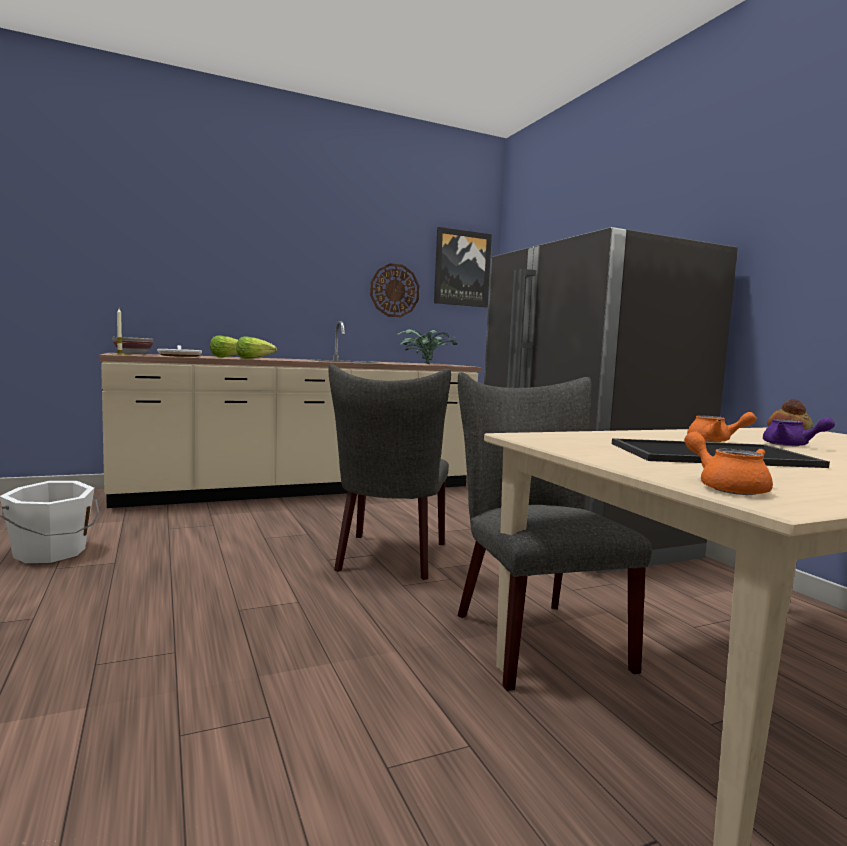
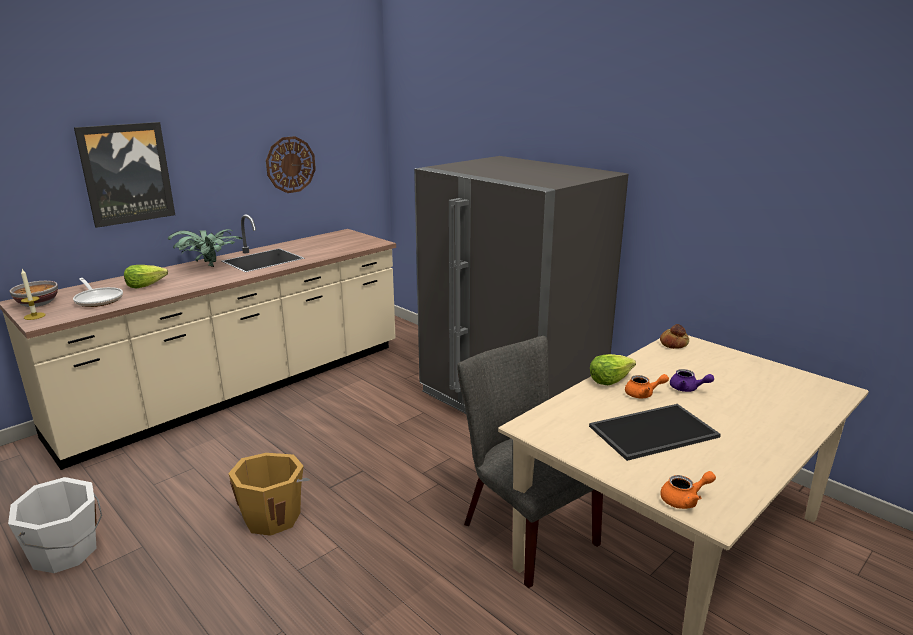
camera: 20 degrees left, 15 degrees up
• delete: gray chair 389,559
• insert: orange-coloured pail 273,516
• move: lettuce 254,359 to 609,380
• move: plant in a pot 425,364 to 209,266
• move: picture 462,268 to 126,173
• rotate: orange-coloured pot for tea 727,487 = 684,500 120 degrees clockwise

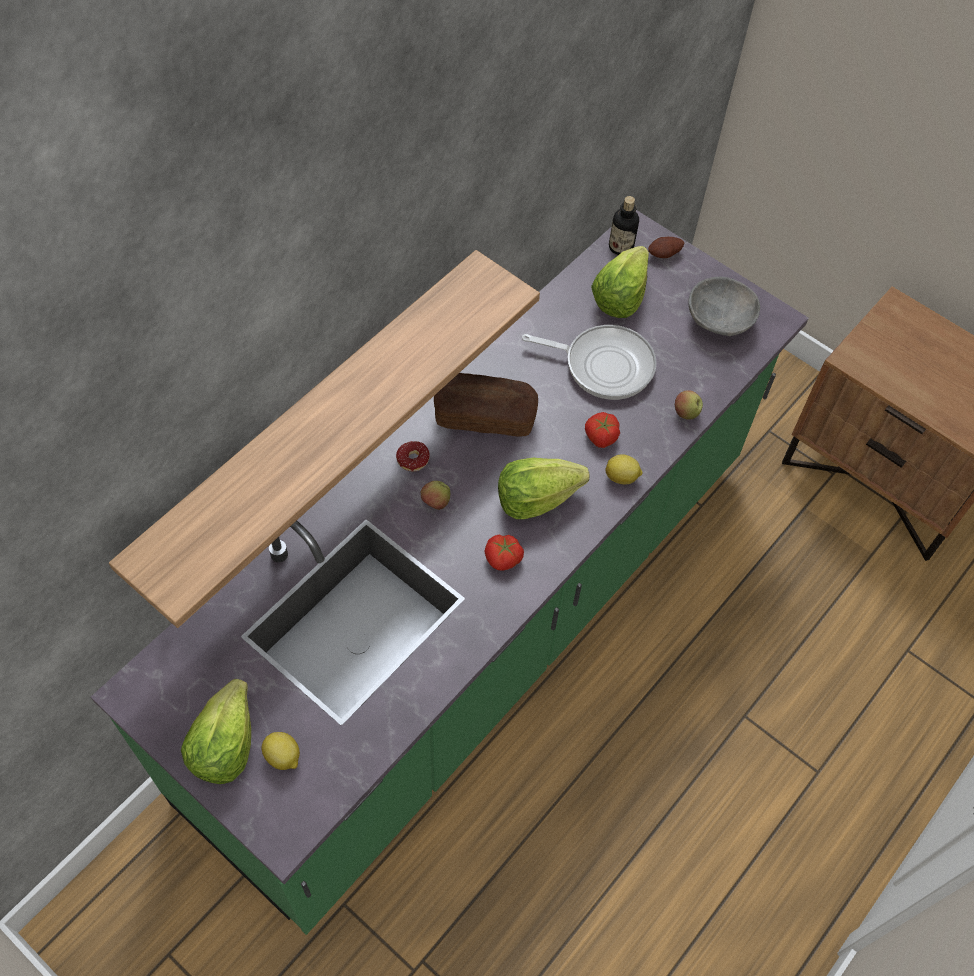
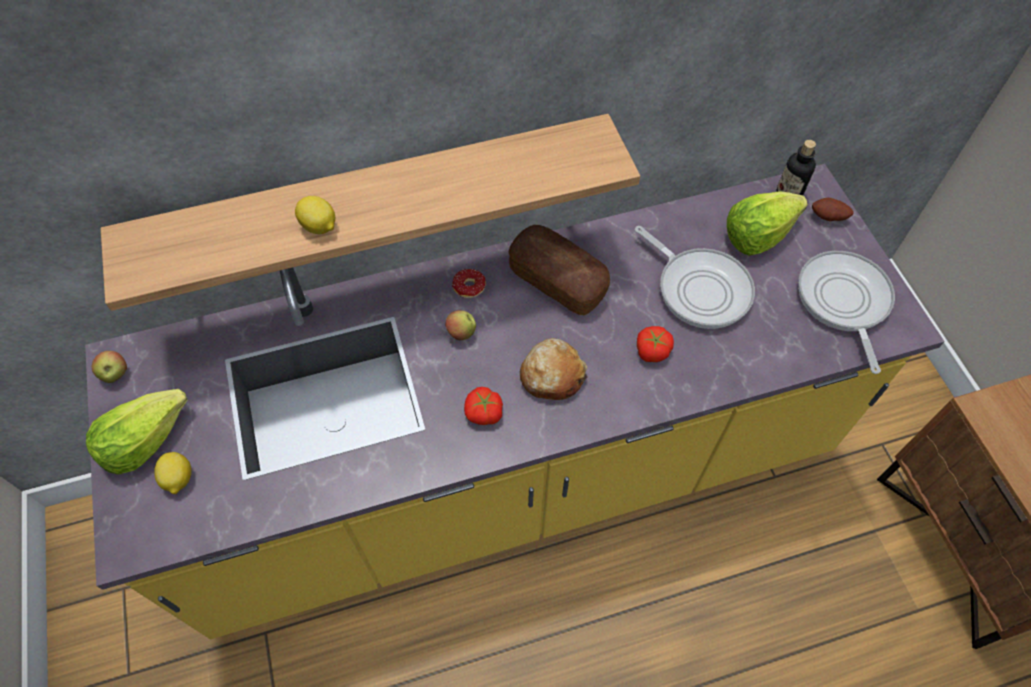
camera: 35 degrees right, 0 degrees up
• move: lemon 622,477 to 319,227
• move: whole apple 686,413 to 115,374
• replace: lettuce 536,498 to bakery bread 552,375
• replace: gray serving bowl 719,321 to skillet 843,302
• recolor: green-coloured kitchen base unit 478,627 to yellowish kitchen base unit 515,473

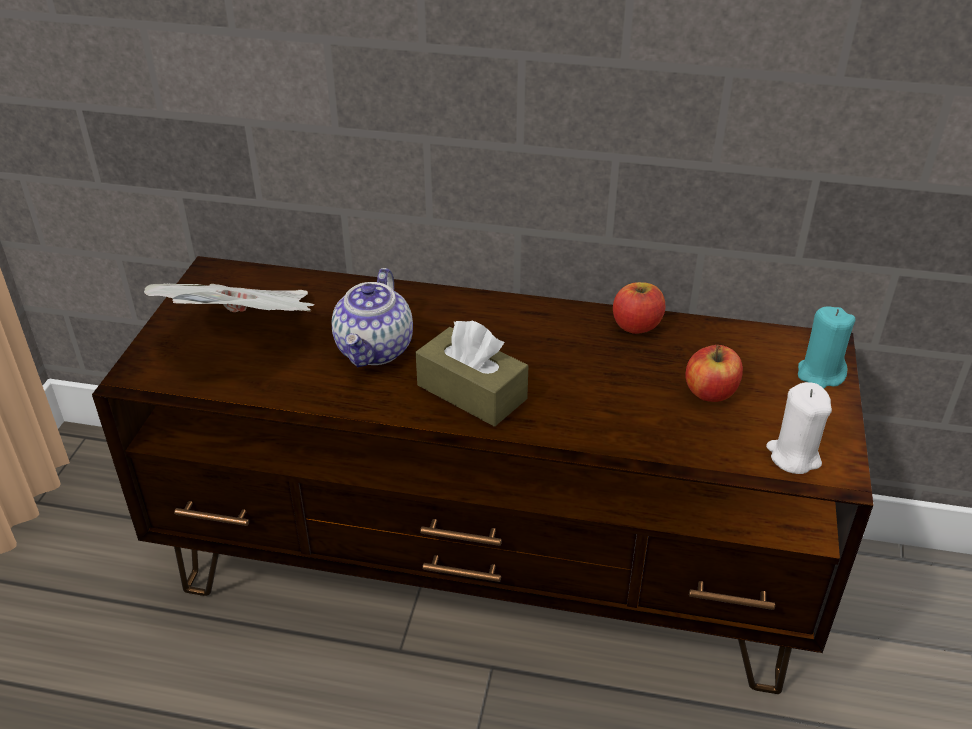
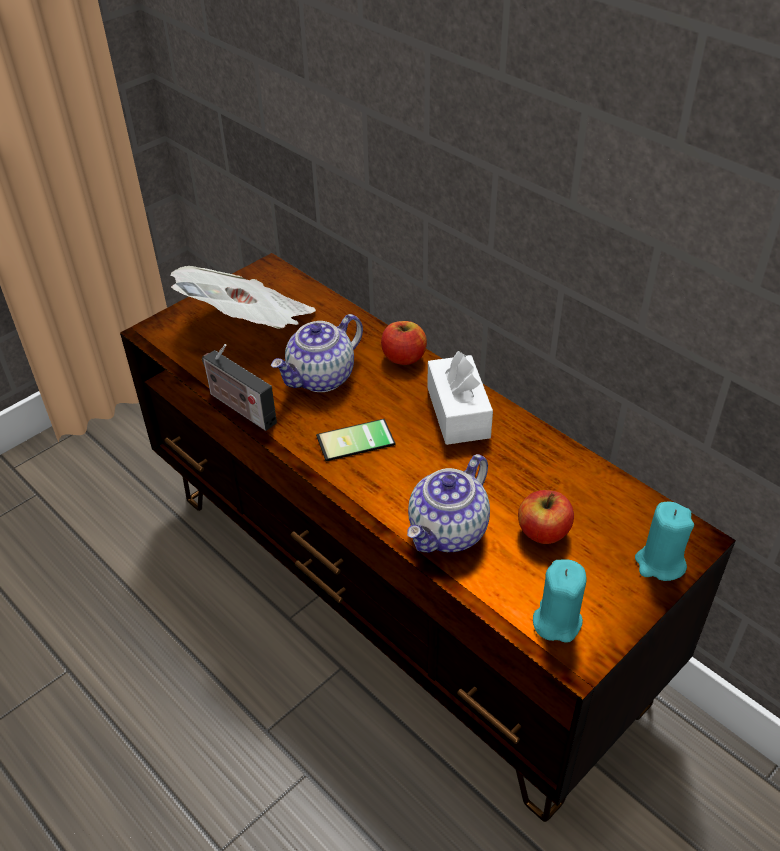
camera: 35 degrees right, 5 degrees up
• insert: radio 239,407
• insert: pot for tea 448,532
• insert: whitish tissue box 458,412
• move: whole apple 636,325 to 404,357
• replace: brownish tissue box 471,392 to handset 356,443
• recolor: whitish candle 793,456 to turquoise candle 556,621

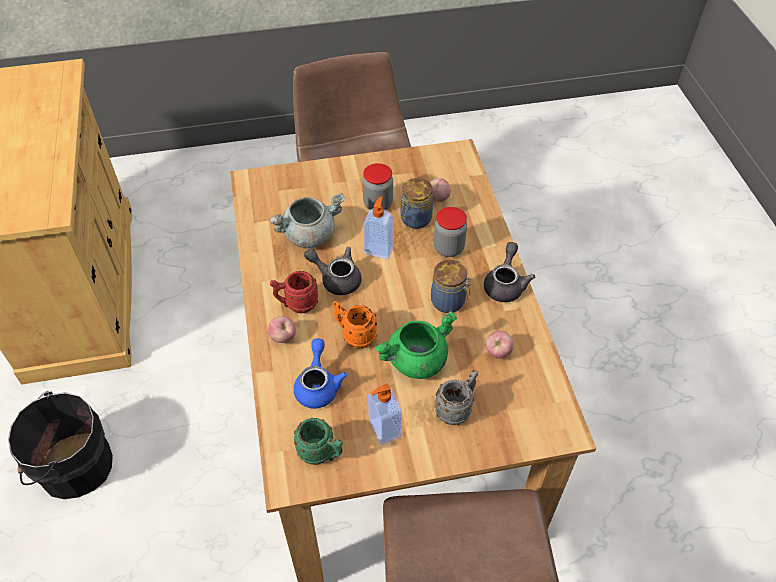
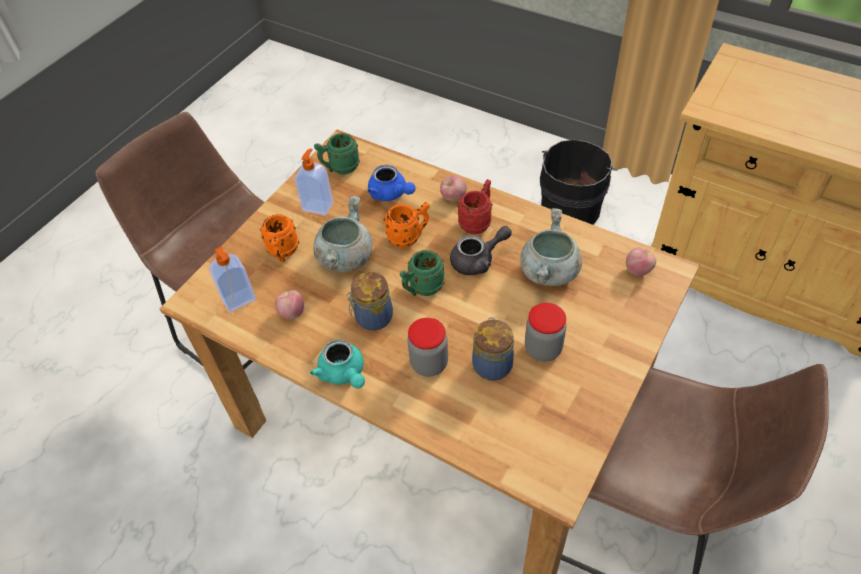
camera: 135 degrees right, 0 degrees up
• insert: green-coloured coffee mug 422,289
• move: soap dispenser 379,249 to 239,300
• move: whole apple 437,198 to 638,270
• recolor: green-coloured saucepot 416,361 to gray saucepot 345,258
• recolor: gray coffee mug 457,409 to orange-coloured coffee mug 283,253
• recolor: gray pot for tea 505,284 to turquoise pot for tea 343,374

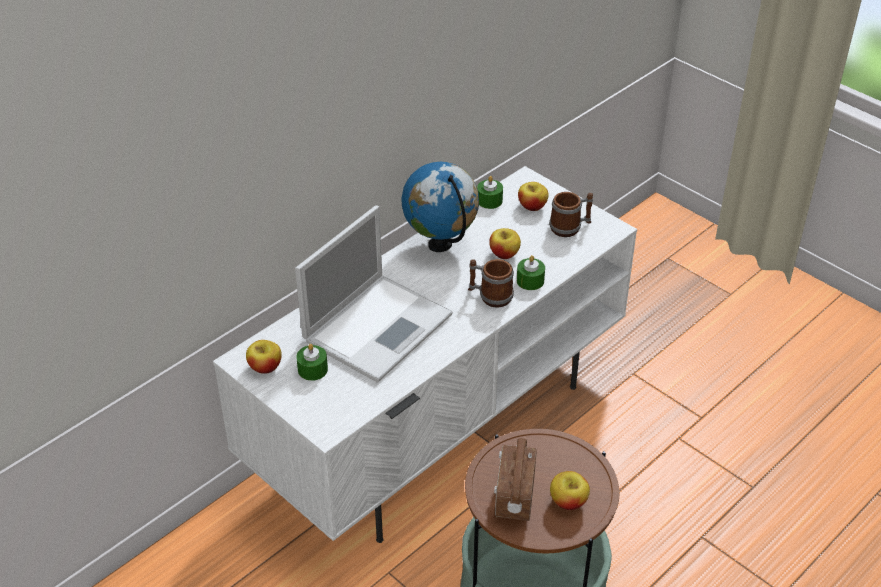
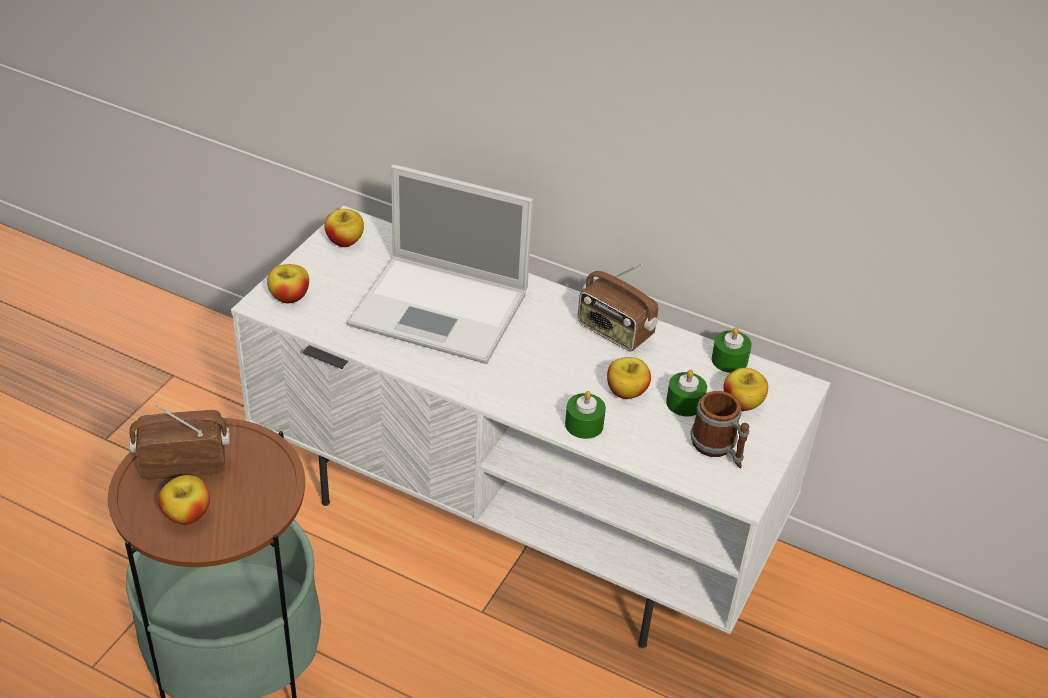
camera: 70 degrees right, 0 degrees up
• delete: coffee mug 490,296
• insert: whole apple 289,297
• move: green-coloured candle 312,369 to 684,403
• replace: desk globe 440,244 to radio 614,332

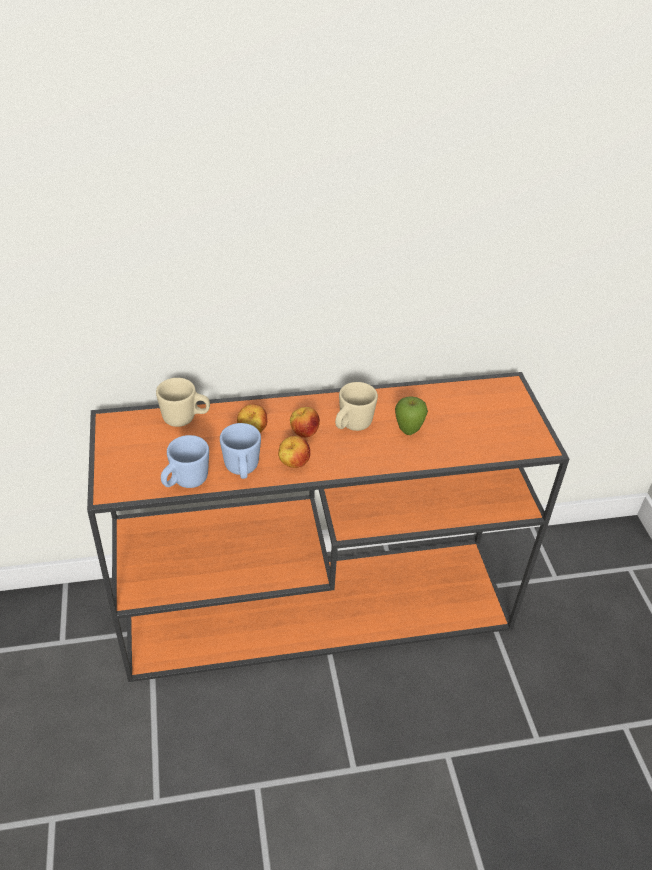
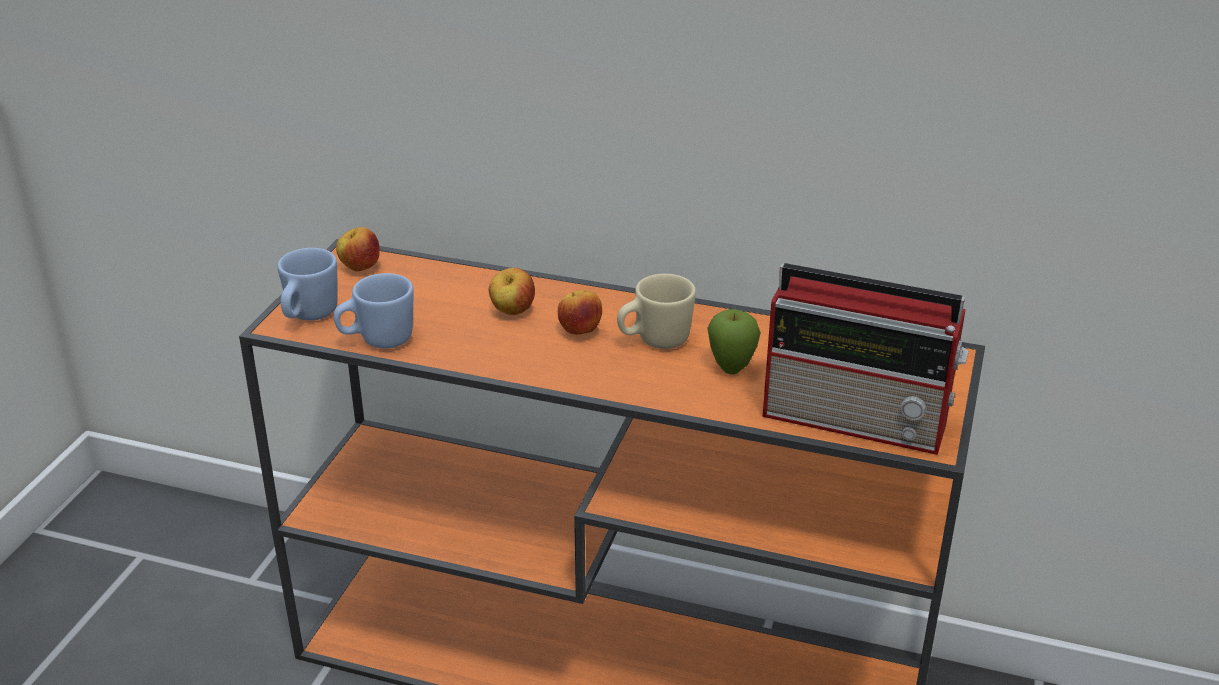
camera: 30 degrees right, 10 degrees down
• delete: sand-coloured coffee mug 185,419
• insert: radio 859,420
• move: bluish coffee mug 242,470 to 308,316
• move: whole apple 293,464 to 360,268

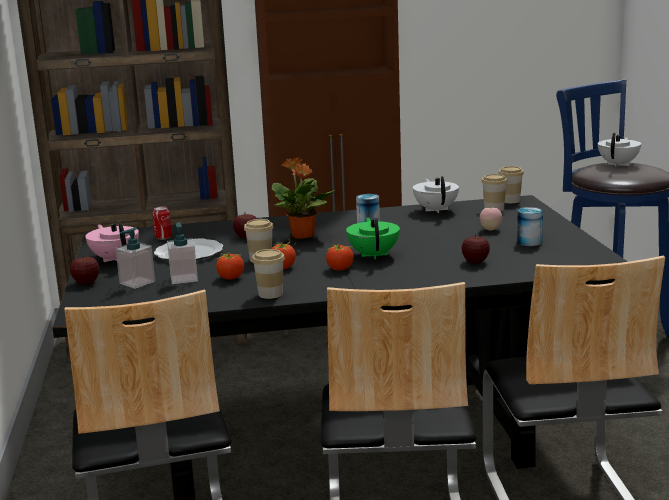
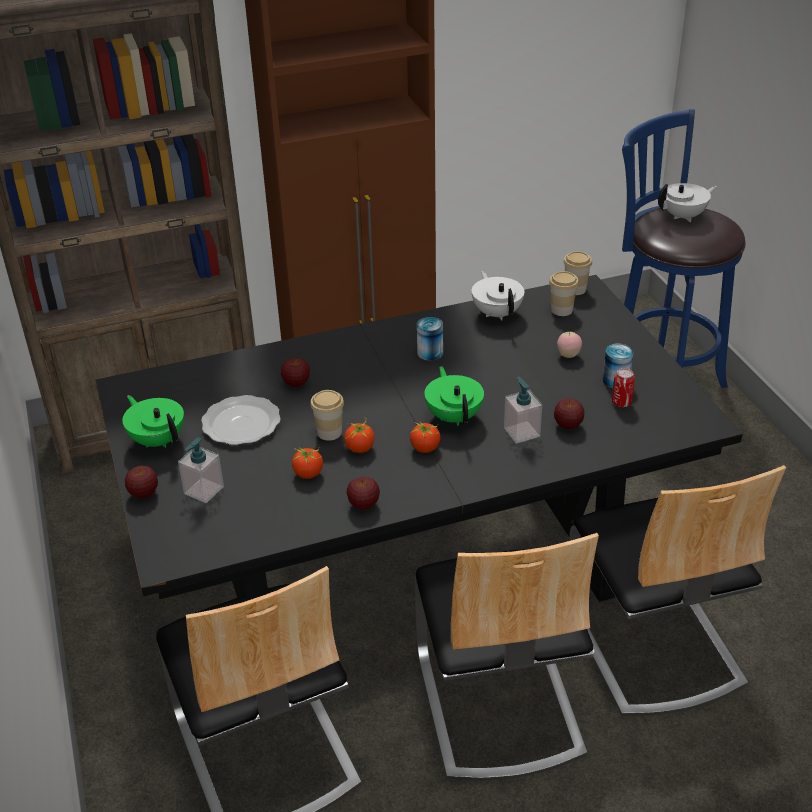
camera: 10 degrees left, 20 degrees up
• delete: plant in a pot 303,236
• move: can 163,237 to 621,402
• move: soap dispenser 184,278 to 521,432
• replace: cup 270,294 to whole apple 364,505
• recolor: pink-coloured pot for tea 115,259 to green-coloured pot for tea 158,440
• rotate: whitish pot for tea 618,164 = 684,216 45 degrees clockwise

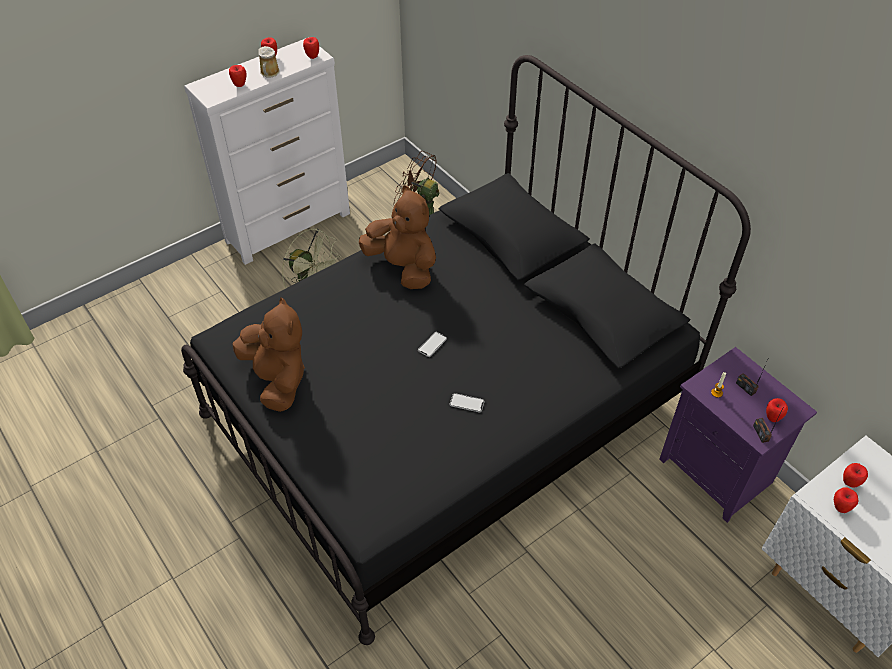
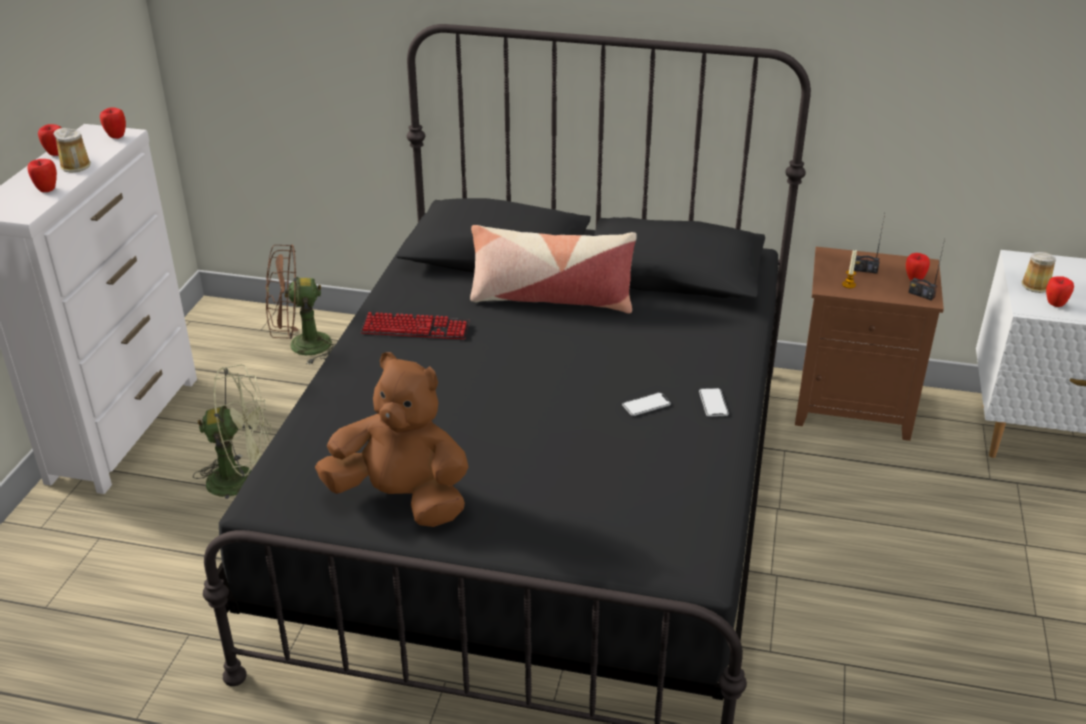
camera: 40 degrees left, 15 degrees down
• insert: pillow 551,298
• move: handset 432,345 to 713,403
• replace: brownish plush toy 403,267 to PC keyboard 415,328
• replace: whole apple 849,483 to coffee mug 1037,285
• recolor: purple nightstand 718,472 to brownish nightstand 854,406

